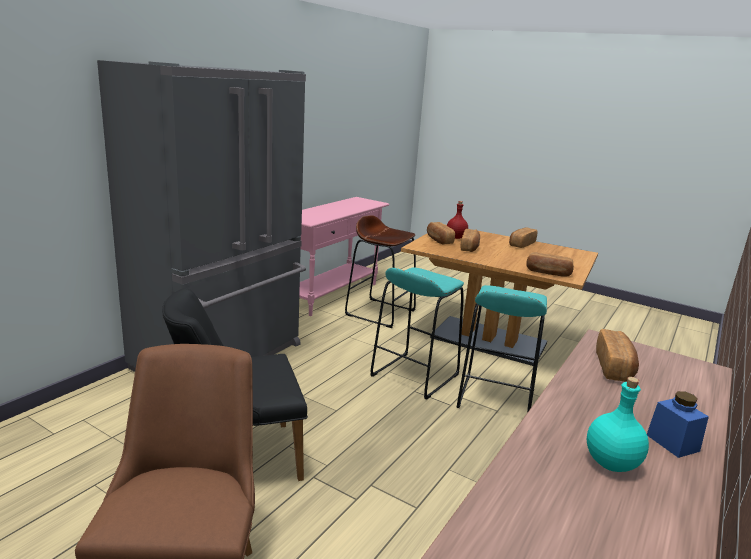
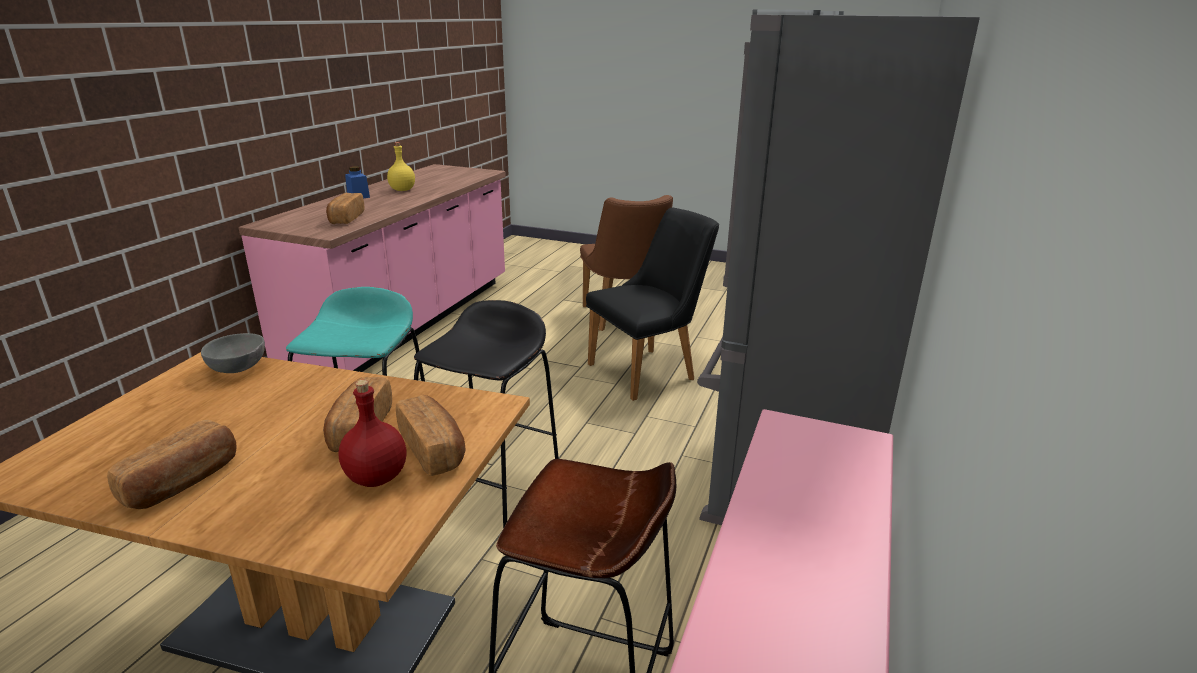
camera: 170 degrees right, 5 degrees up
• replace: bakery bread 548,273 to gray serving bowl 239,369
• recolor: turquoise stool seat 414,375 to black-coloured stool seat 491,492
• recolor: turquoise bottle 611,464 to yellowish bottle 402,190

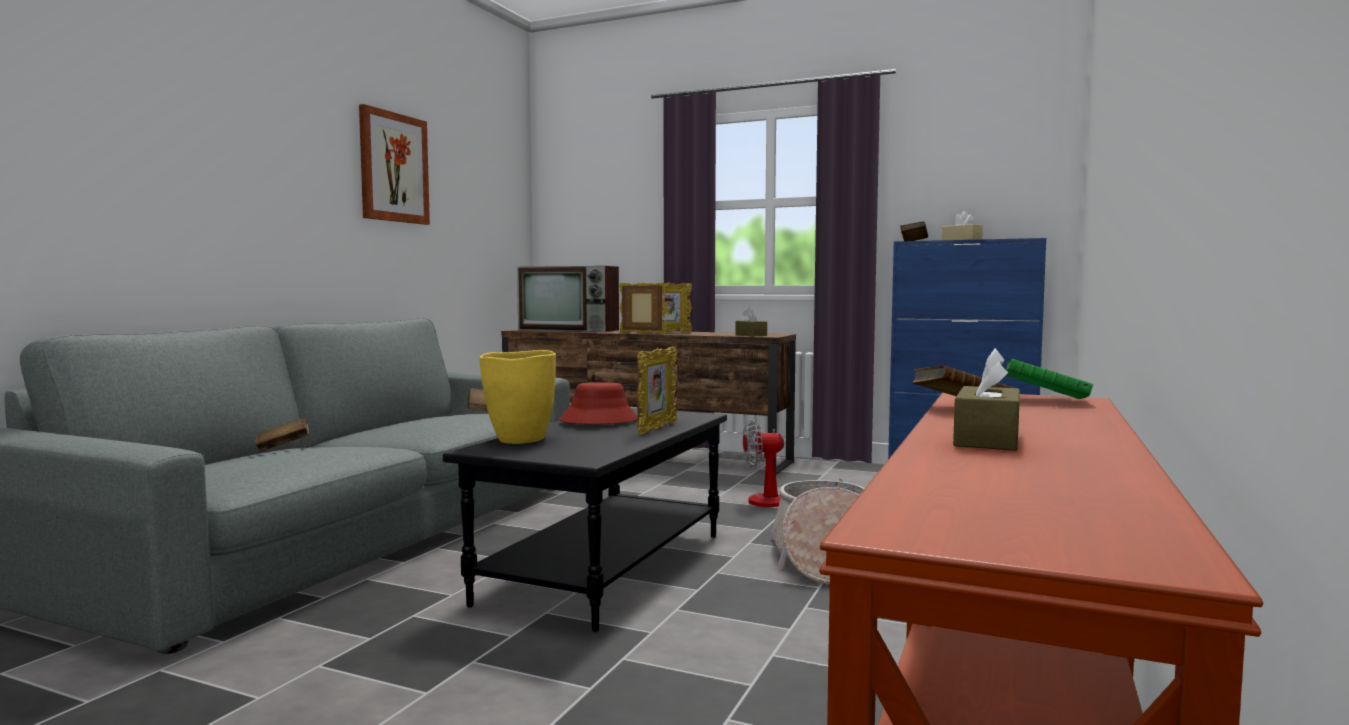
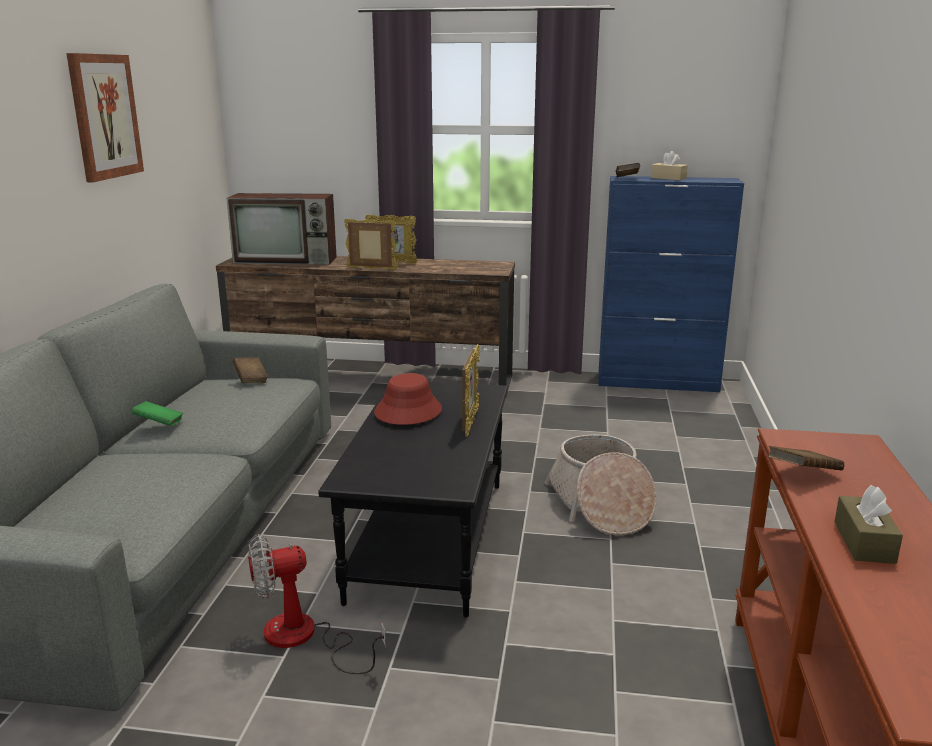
camera: 15 degrees left, 15 degrees up
• delete: brownish bound book 283,447
• delete: yellowish decorative vase 520,440
• delete: brownish tissue box 751,335
• move: fan 778,505 to 304,638
• move: green-coloured bound book 1045,400 to 159,424

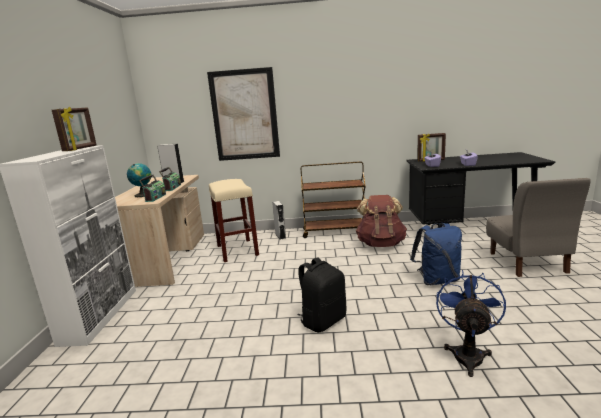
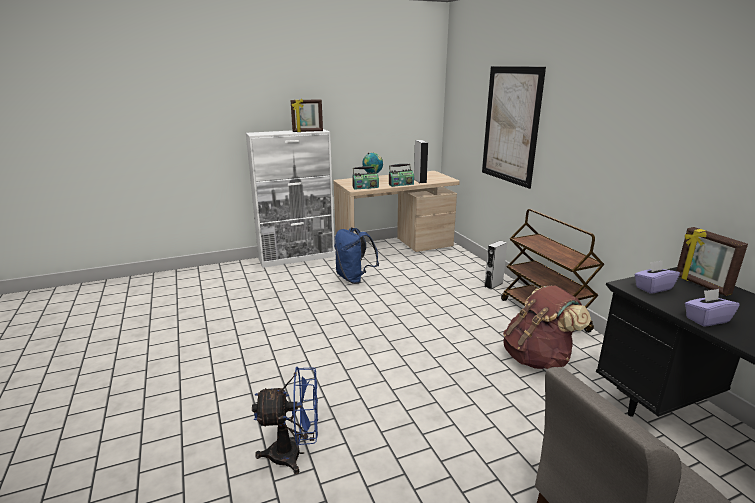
camera: 65 degrees right, 5 degrees up
• delete: sand-coloured stool seat 238,250
• delete: black-coloured backpack 323,320
• move: bluish backpack 437,280 to 354,278

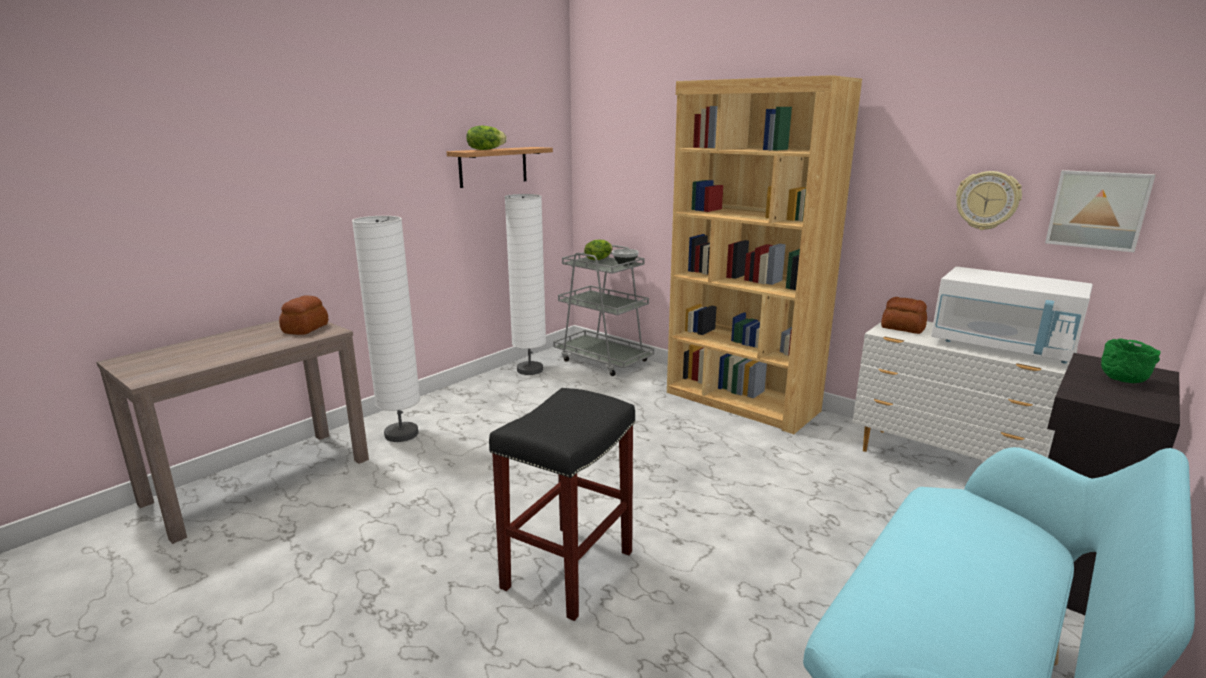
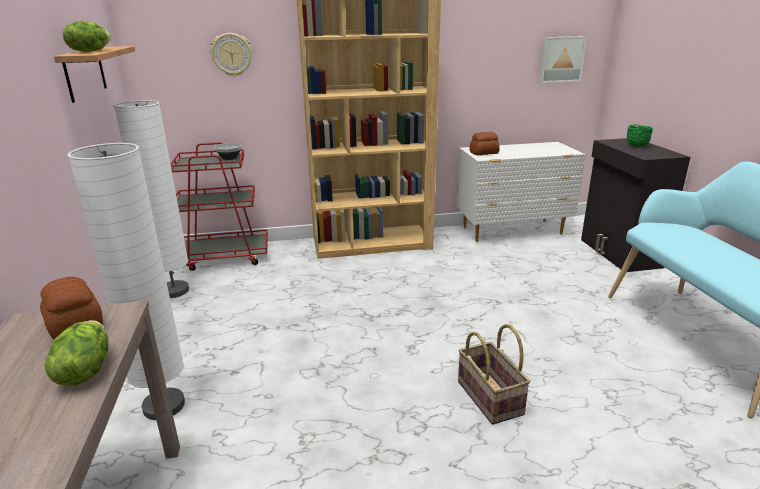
camera: 50 degrees left, 5 degrees up
• delete: whitish microwave 1002,347
• move: lettuce 598,259 to 85,370
• move: clock on the wall 987,200 to 232,54
• replace: black-coloured stool seat 568,571 to storage basket 491,397
• recolor: gray cart 603,360 to reddish cart 224,256

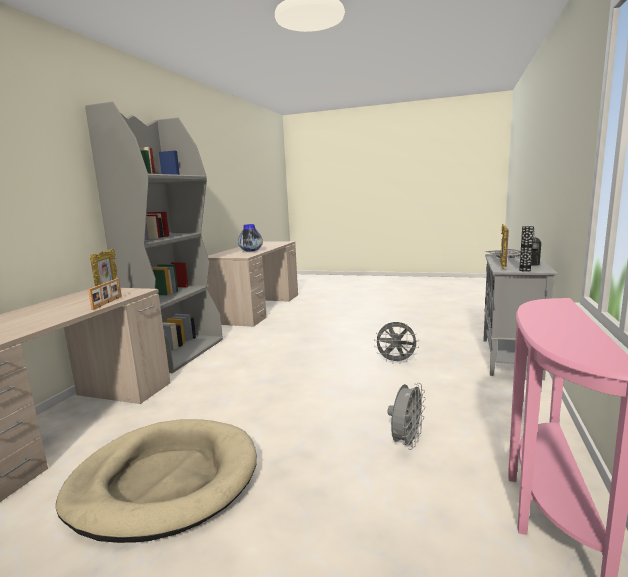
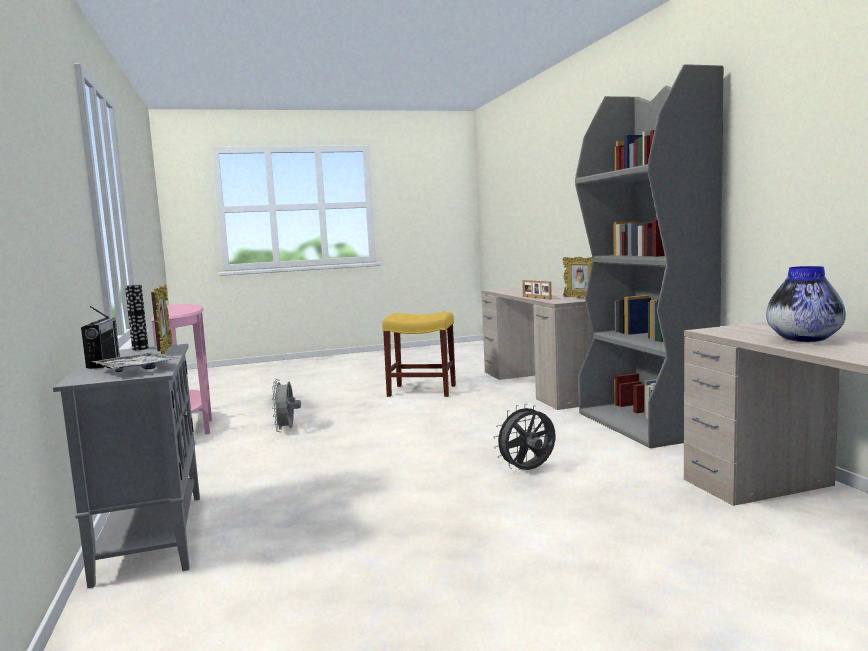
camera: 145 degrees right, 5 degrees down
• move: gray fan 396,361 to 528,471
• replace: sand-coloured pet bed 164,481 to yellowish stool seat 423,391

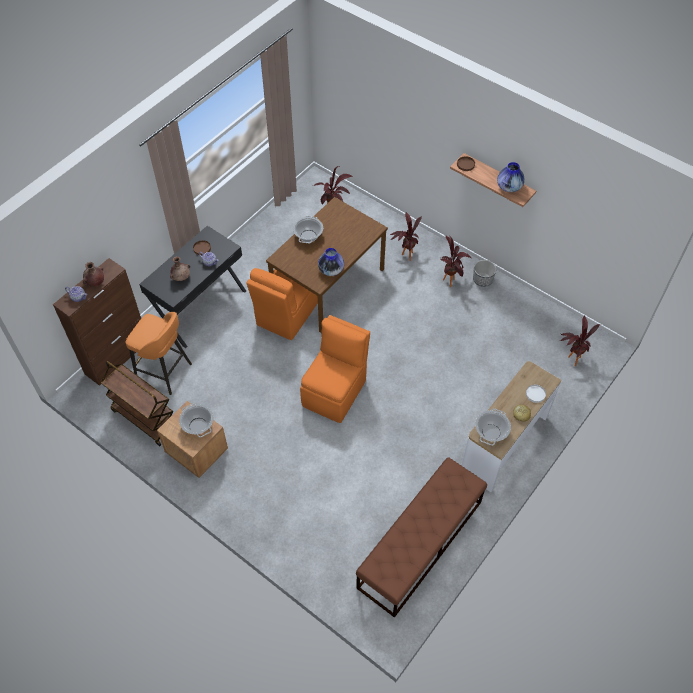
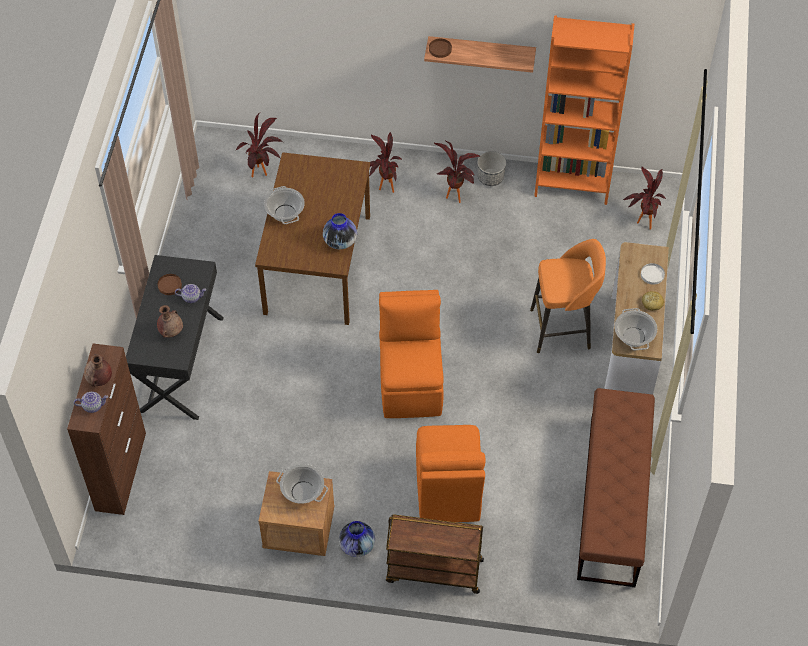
camera: 30 degrees left, 0 degrees up
• insert: orange-coloured bookshelf 572,184
• move: brownish cart 144,418 to 433,571
• move: orange-coloured stool seat 165,372 to 562,329
• move: orange-coloured chair 286,315 to 447,491
• move: decorative vase 509,187 to 357,545

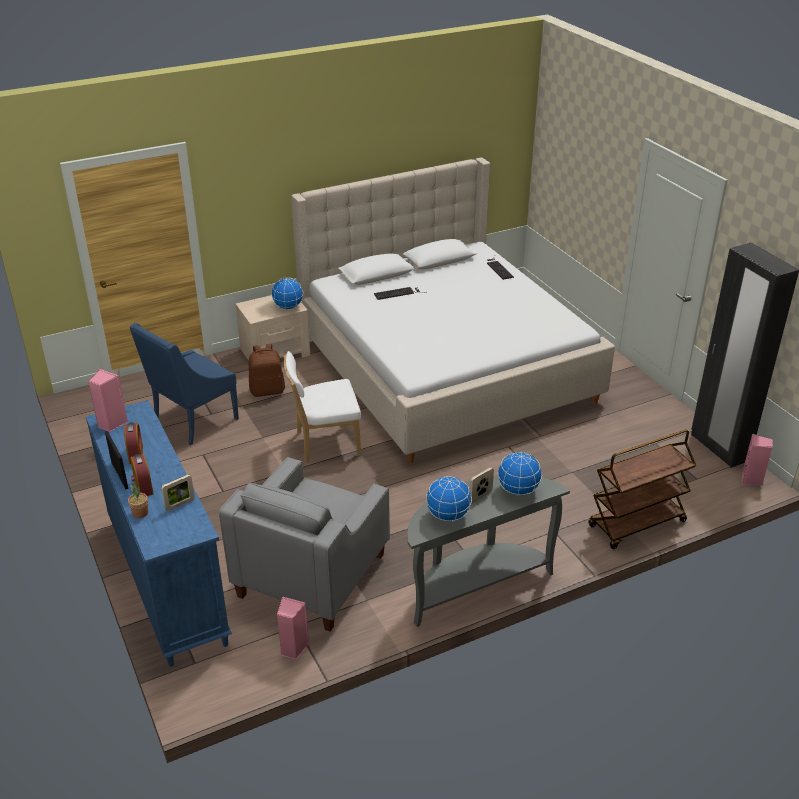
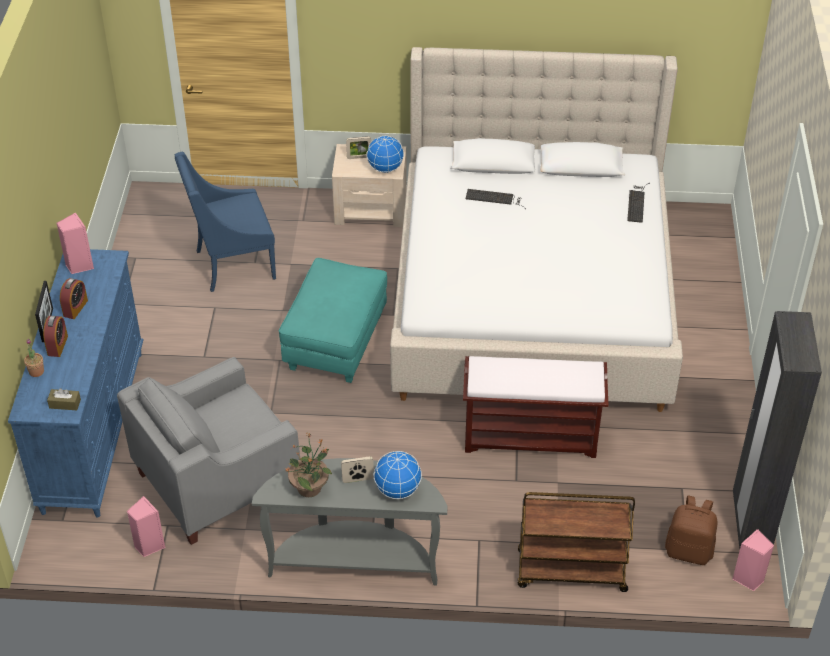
camera: 30 degrees right, 10 degrees up
• insert: brownish tissue box 65,404
• insert: brownish indoor bench 531,436
• move: picture frame 180,504 to 359,157
• move: brownish backpack 267,390 to 689,550
• replace: whitish chair 324,443 to turquoise footrest 336,342
• replace: desk globe 448,516 to plant in a pot 310,487

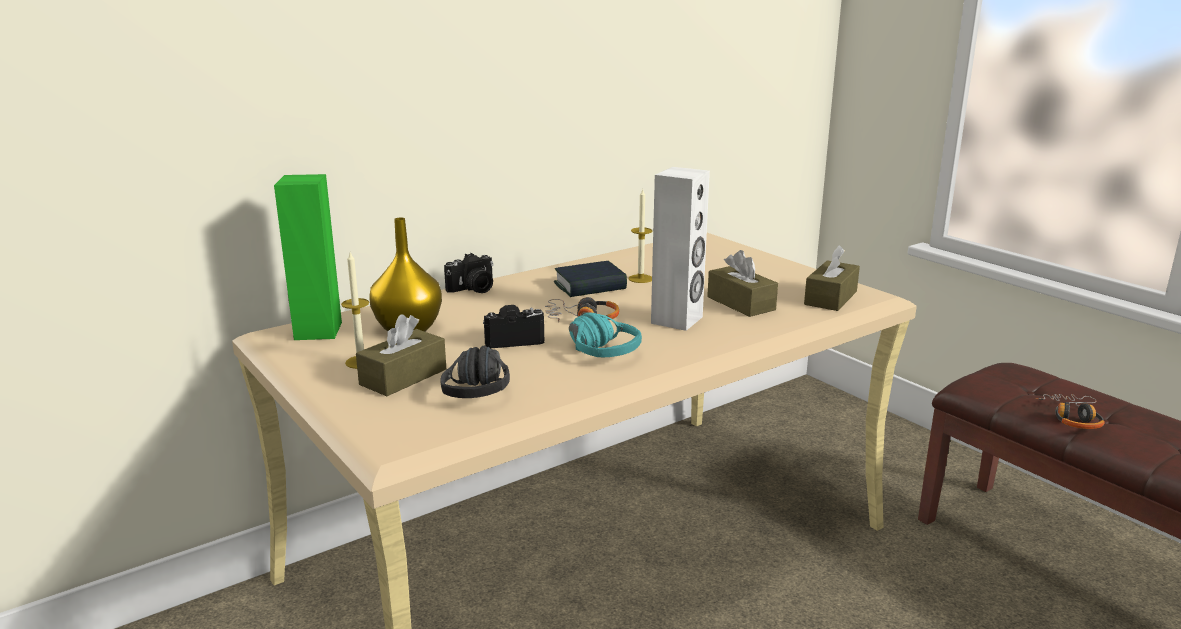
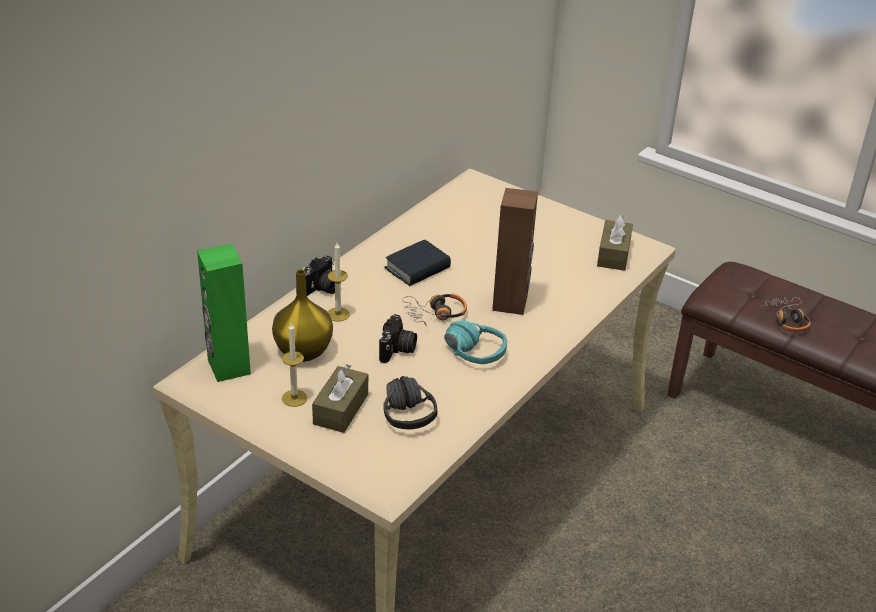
camera: 20 degrees left, 15 degrees up
• delete: brownish tissue box 741,303
• move: candle 640,278 to 338,314
• recolor: whitish speaker 677,320 to brownish speaker 510,303
• rotate: photo camera 513,340 = 397,350 135 degrees clockwise

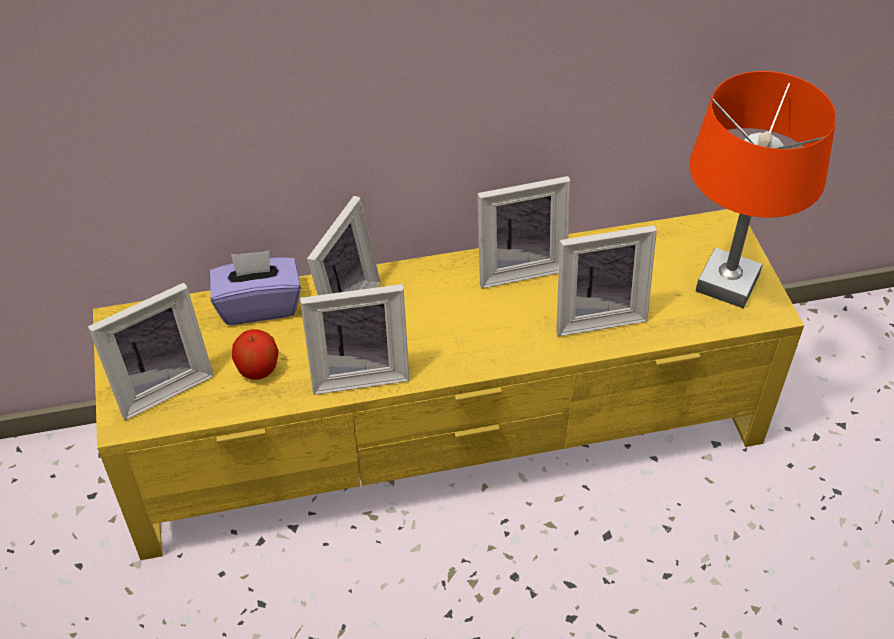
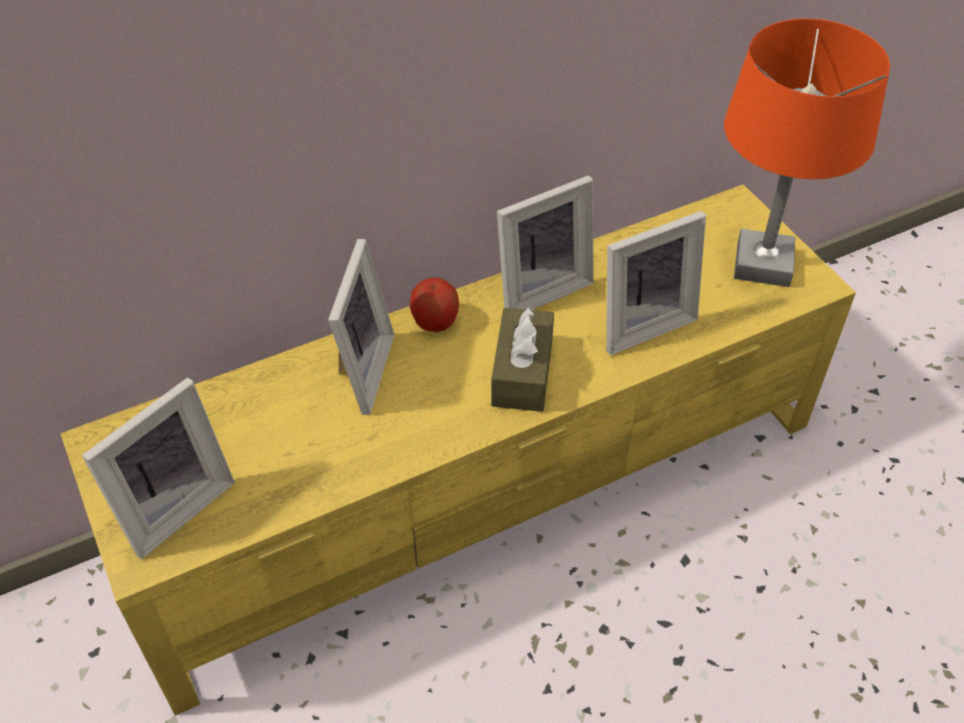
camera: 15 degrees left, 0 degrees up
• delete: purple tissue box 258,305
• delete: picture frame 358,371
• insert: brownish tissue box 522,372
• move: whole apple 258,369 to 435,322

